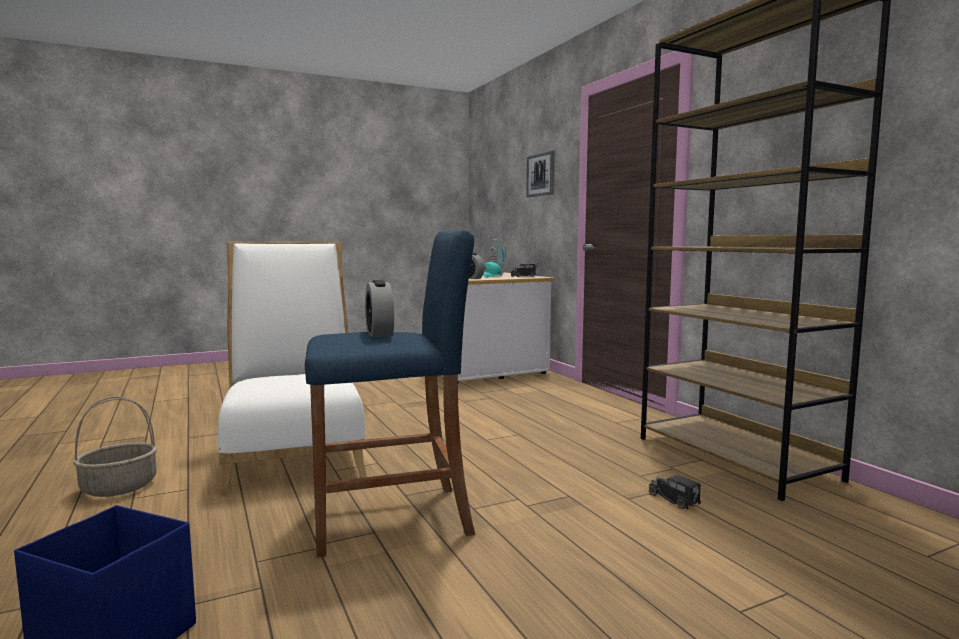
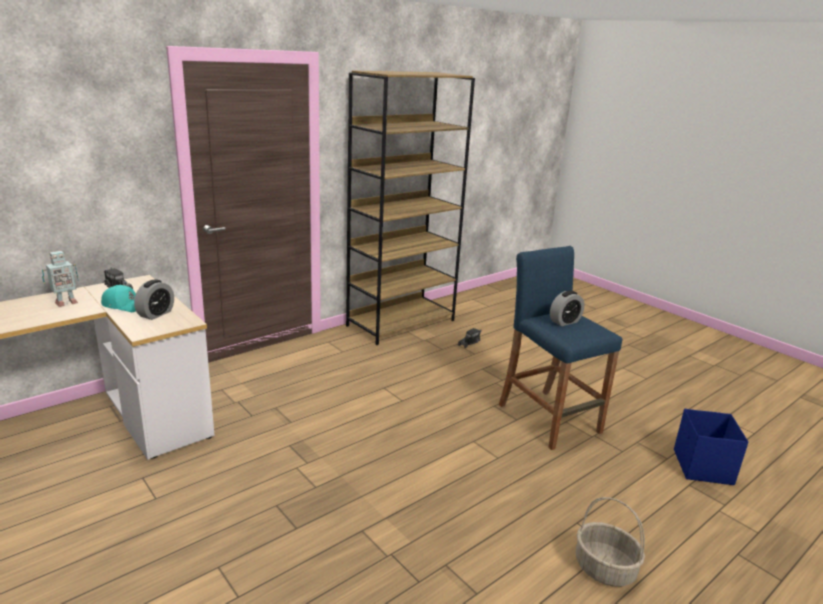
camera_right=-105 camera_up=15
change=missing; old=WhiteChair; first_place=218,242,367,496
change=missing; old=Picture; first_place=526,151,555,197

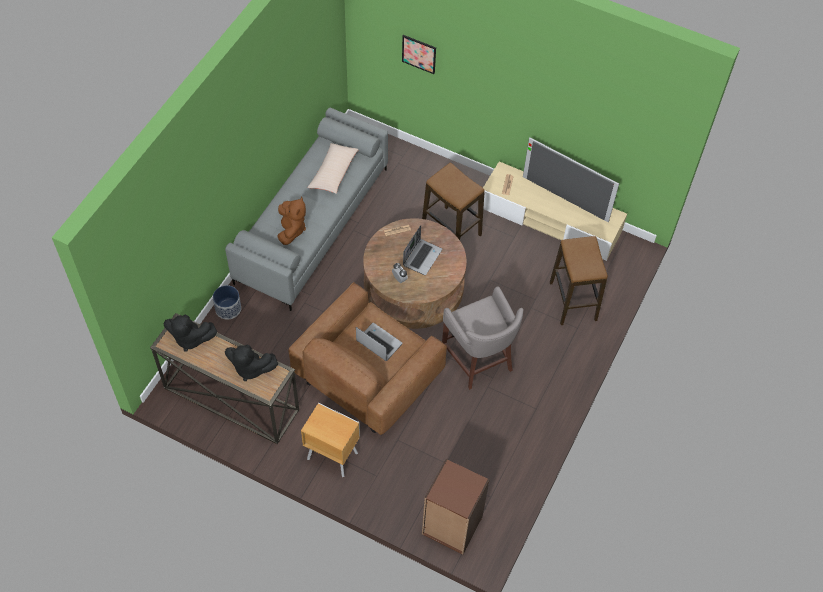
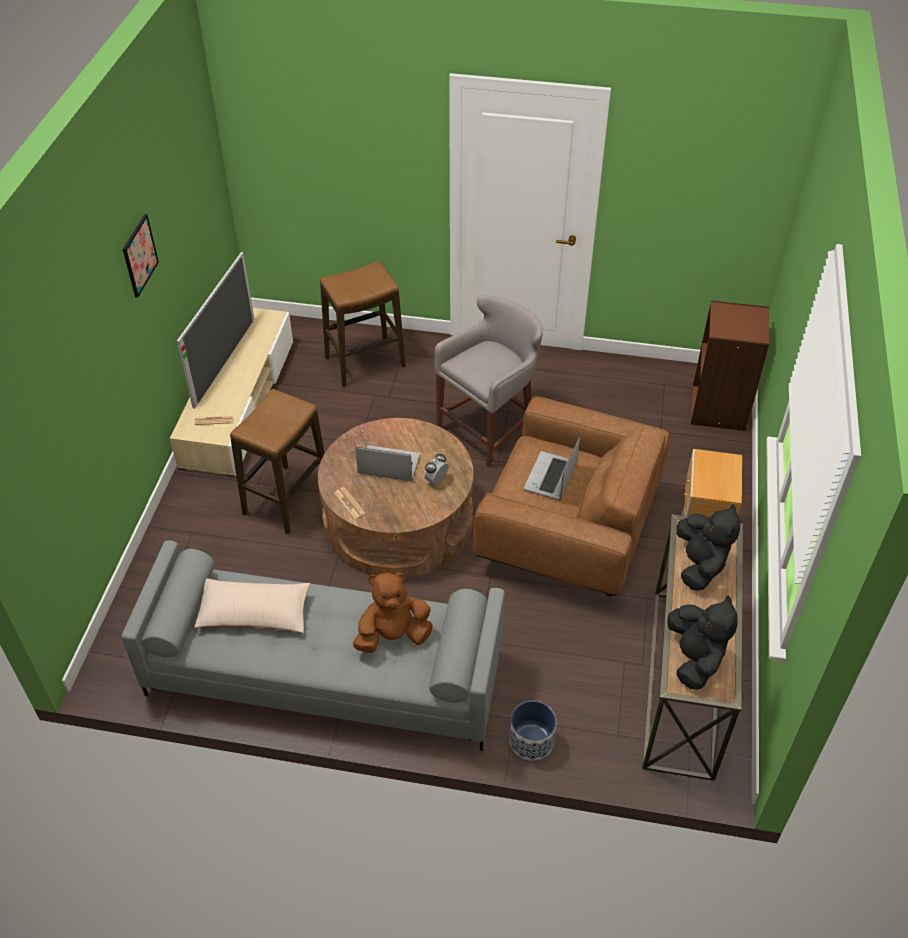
camera_right=-105 camera_up=-10
change=relocated; old=Picture; first_place=402,35,436,74; second_place=123,214,159,298

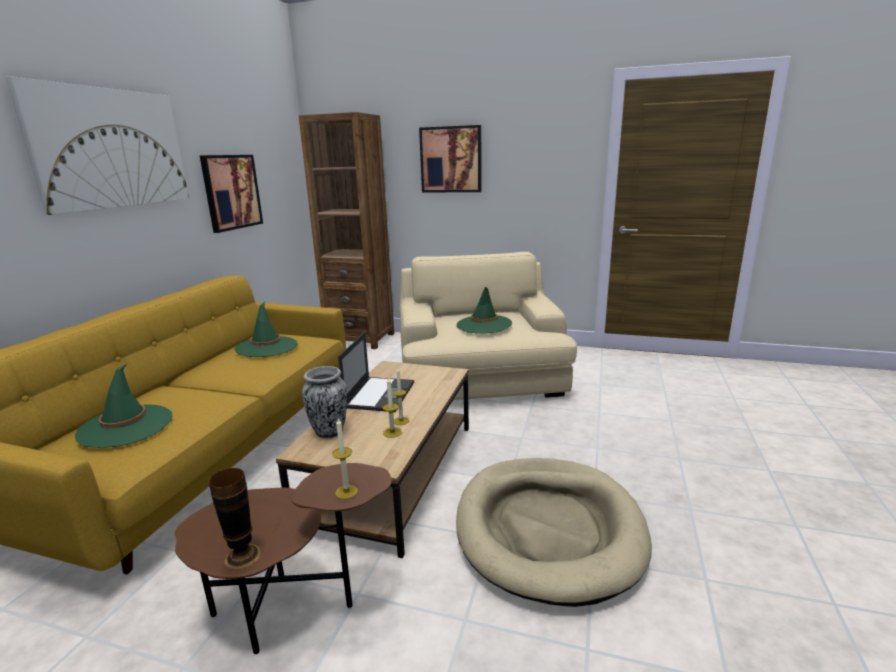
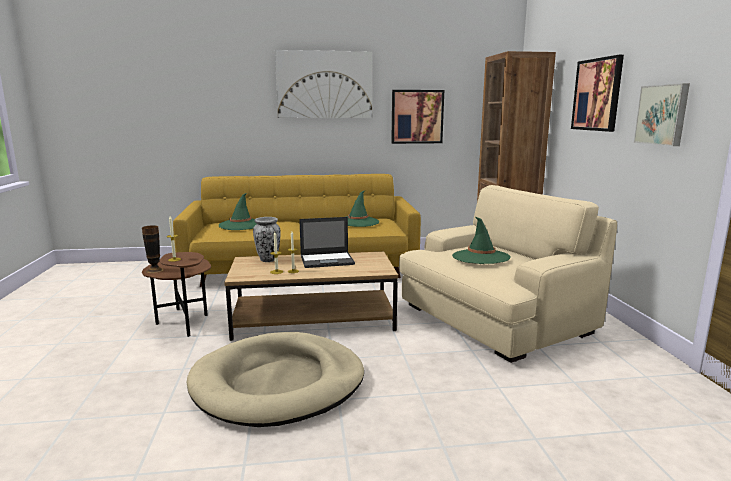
camera_right=65 camera_up=-5
change=appeared; new=Picture; second_place=634,83,690,146

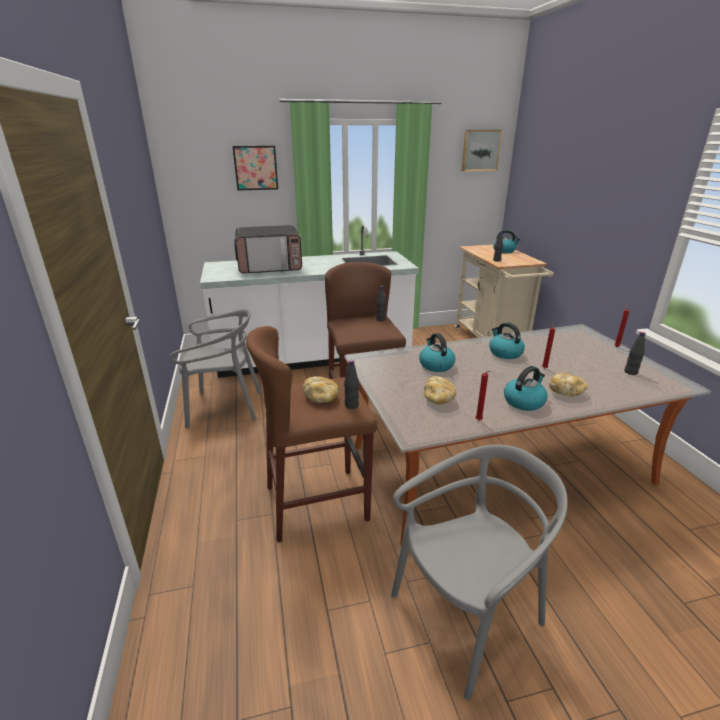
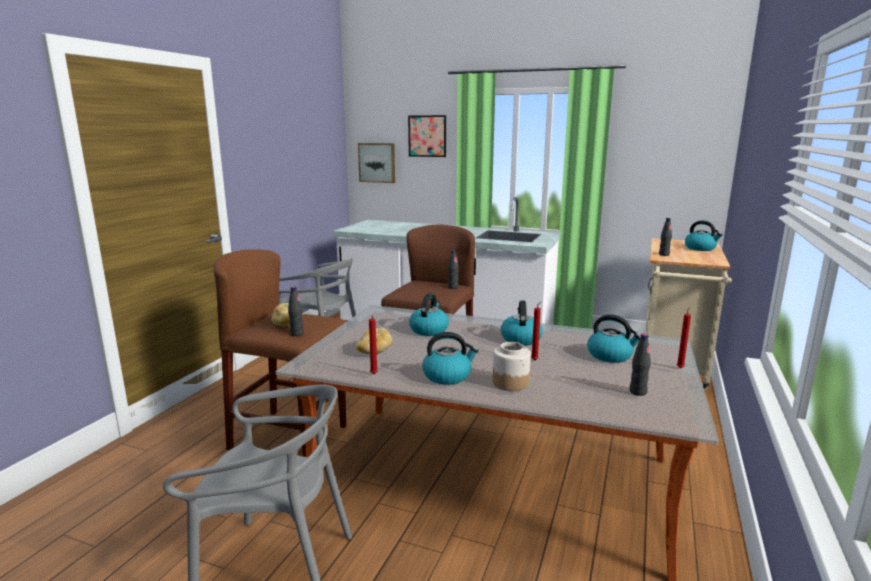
camera_right=35 camera_up=-10
change=relocated; old=Picture; first_place=462,130,502,171; second_place=358,143,395,183
change=exchanged; old=Bread; new=Jar; first_place=549,373,588,396; second_place=492,342,531,391
change=appeared; new=Kettle; second_place=587,314,641,363
change=missing; old=Microwave; first_place=234,225,302,274

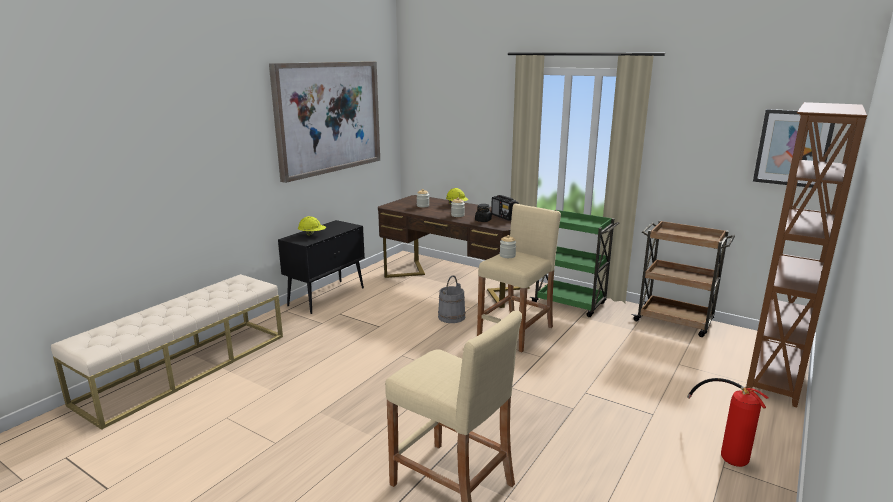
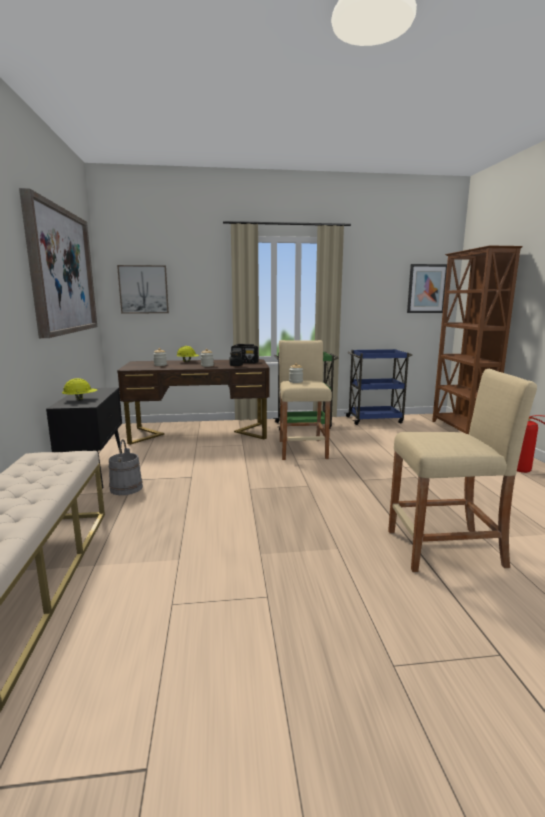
camera_right=-40 camera_up=-5
change=relocated; old=GreyBucket; first_place=438,275,466,323; second_place=109,439,143,495
change=appeared; new=Picture; second_place=117,265,169,313
change=colour; old=BrownCart; new=BlueCart; first_place=631,221,735,337; second_place=346,349,412,425

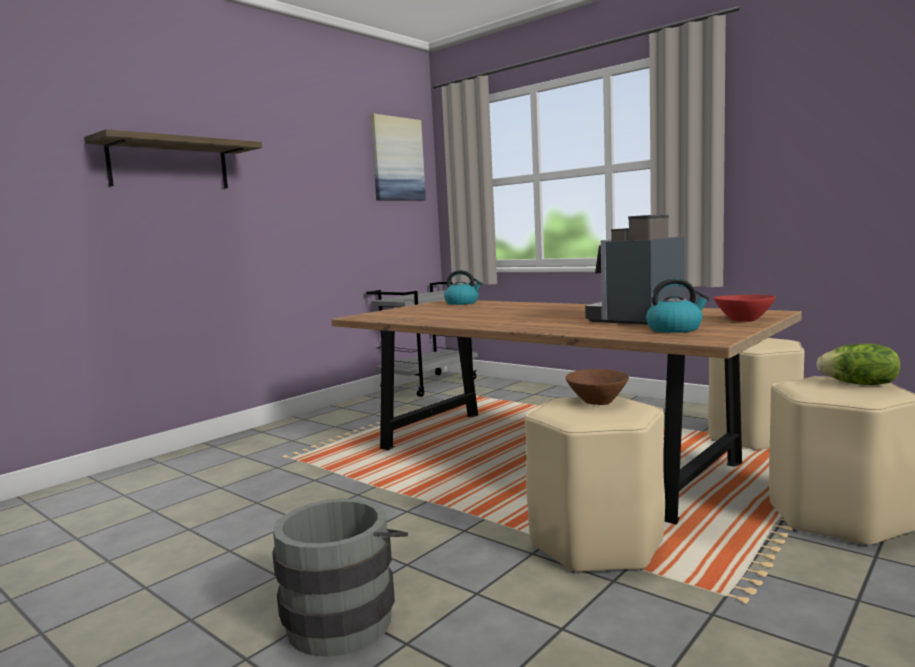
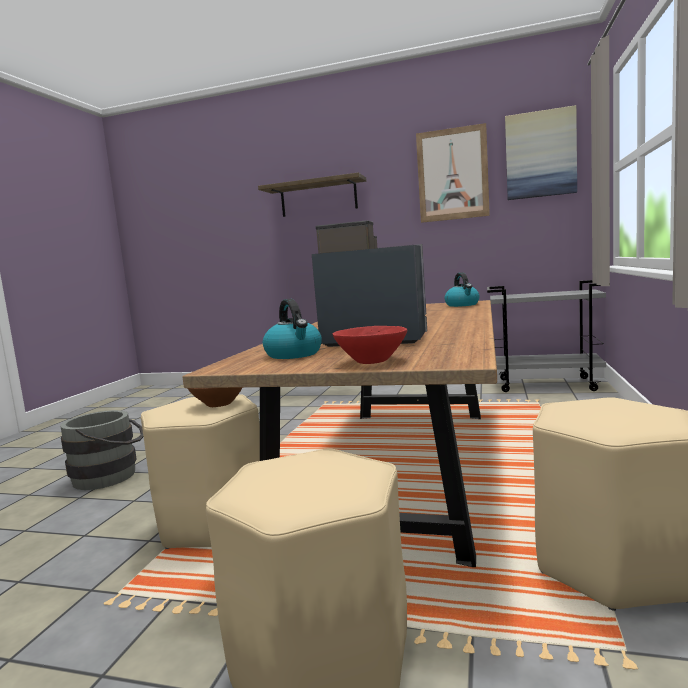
camera_right=65 camera_up=0
change=appeared; new=Picture; second_place=416,123,490,223
change=missing; old=Lettuce; first_place=816,344,900,385

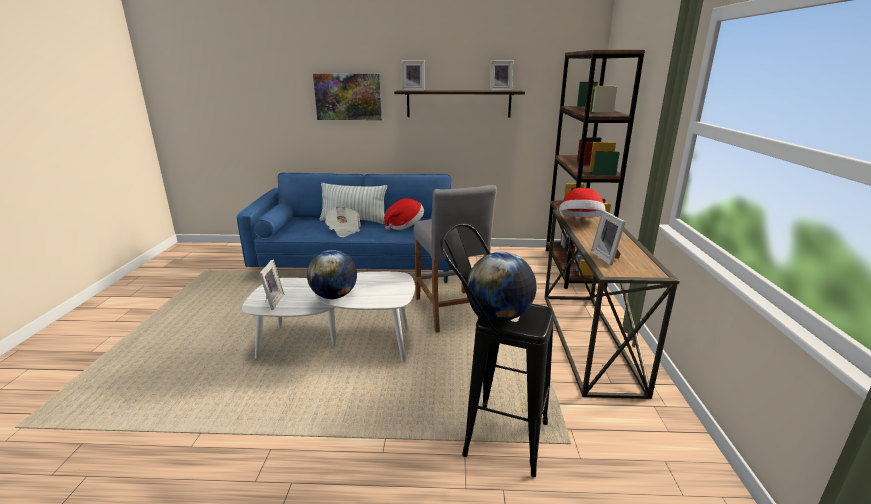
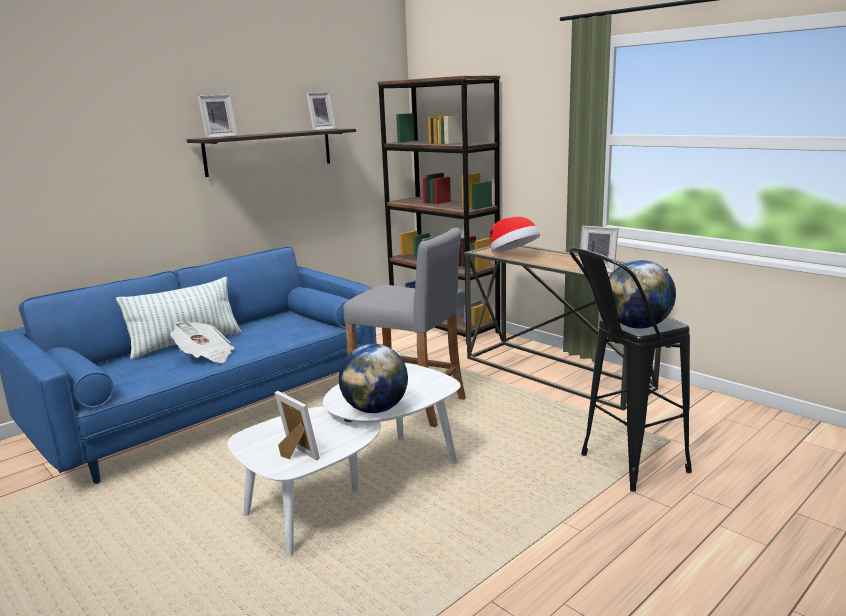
camera_right=-45 camera_up=-5
change=missing; old=Picture; first_place=313,74,382,120
change=missing; old=Hat; first_place=384,198,424,230

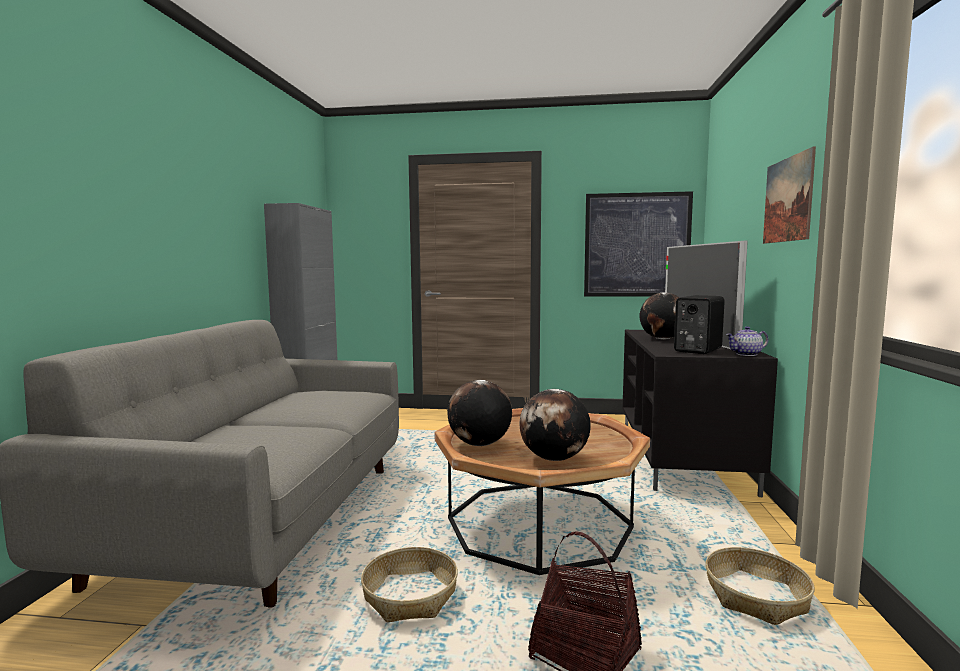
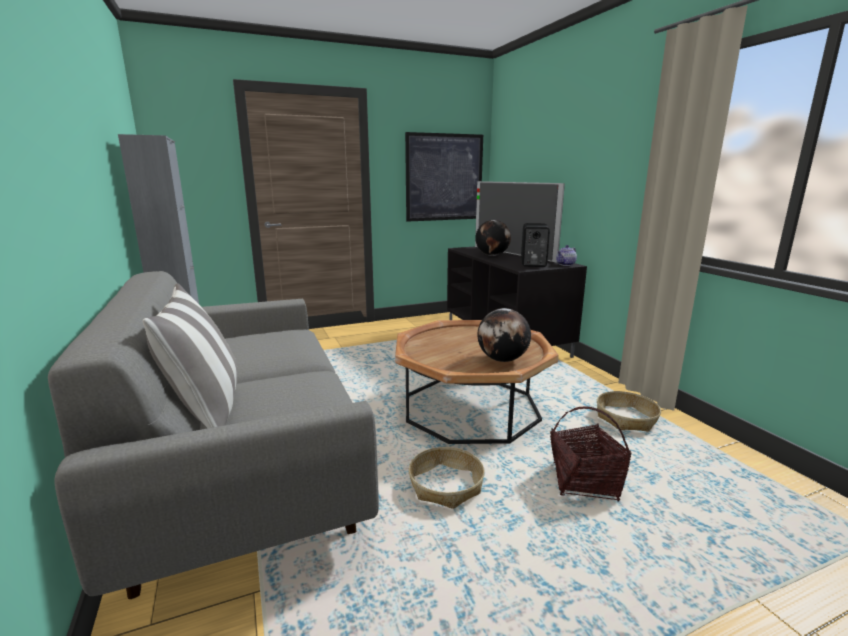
camera_right=-30 camera_up=10
change=appeared; new=Pillow; second_place=142,283,237,428
change=missing; old=Globe; first_place=447,380,512,446
change=missing; old=Picture; first_place=763,146,816,244

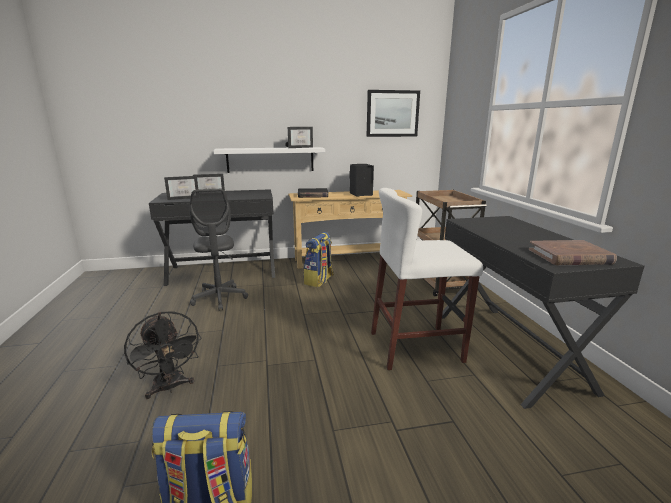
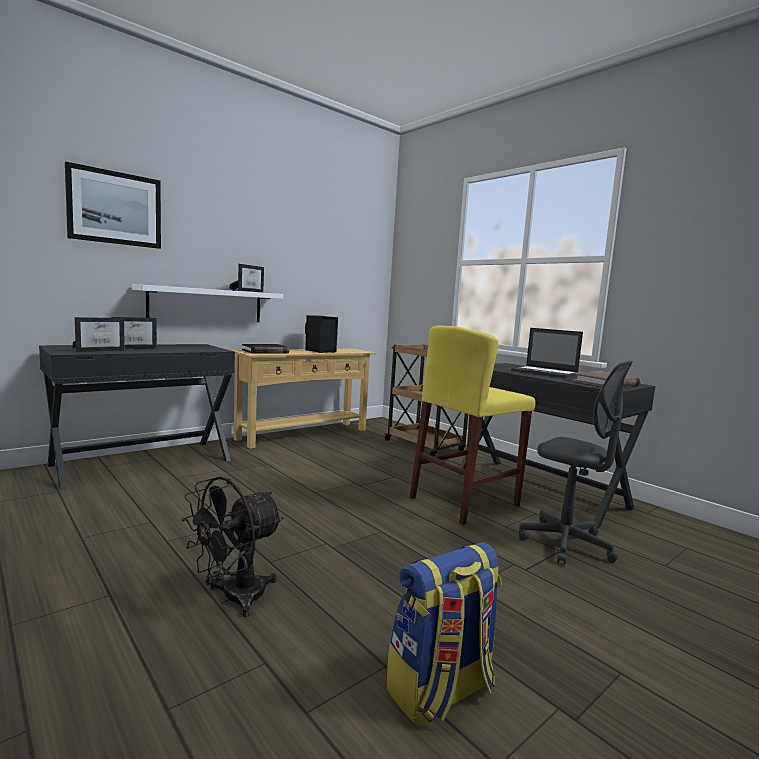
camera_right=-30 camera_up=-10
change=relocated; old=Picture; first_place=366,90,420,137; second_place=65,162,161,249
change=spun; old=BlackFan; first_place=124,311,201,399; second_place=181,476,283,617; degrees=105
change=colour; old=WhiteStool; new=YellowStool; first_place=371,188,483,370; second_place=410,325,535,525
change=appeared; new=Laptop; second_place=511,328,583,378
change=relocated; old=GreyOfficeChair; first_place=190,189,248,311; second_place=519,361,633,565
change=missing; old=Backpack; first_place=304,232,334,287

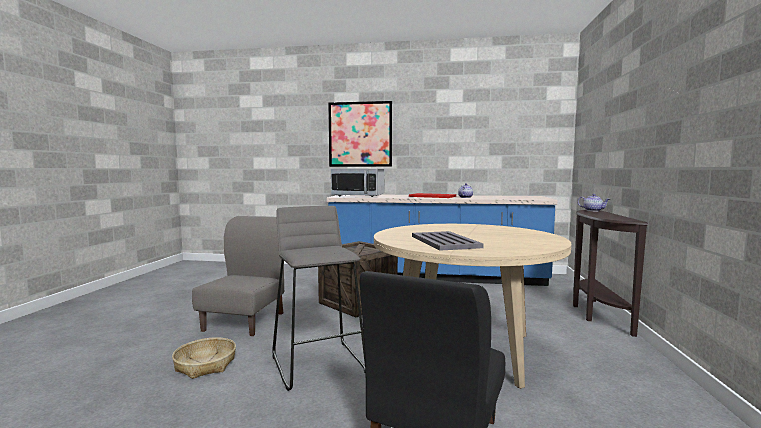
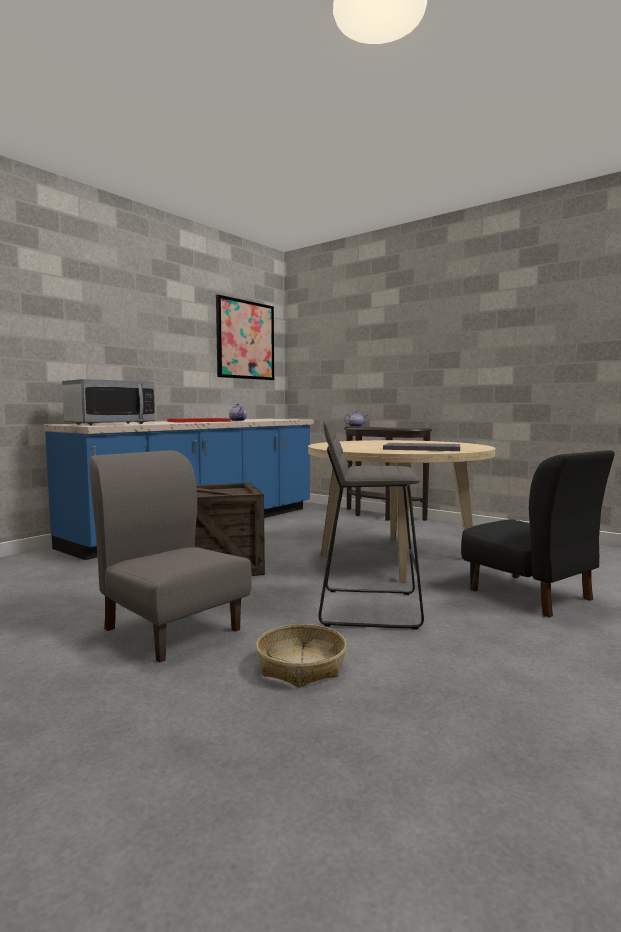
camera_right=-60 camera_up=0
change=relocated; old=Picture; first_place=328,101,392,167; second_place=216,295,274,380

